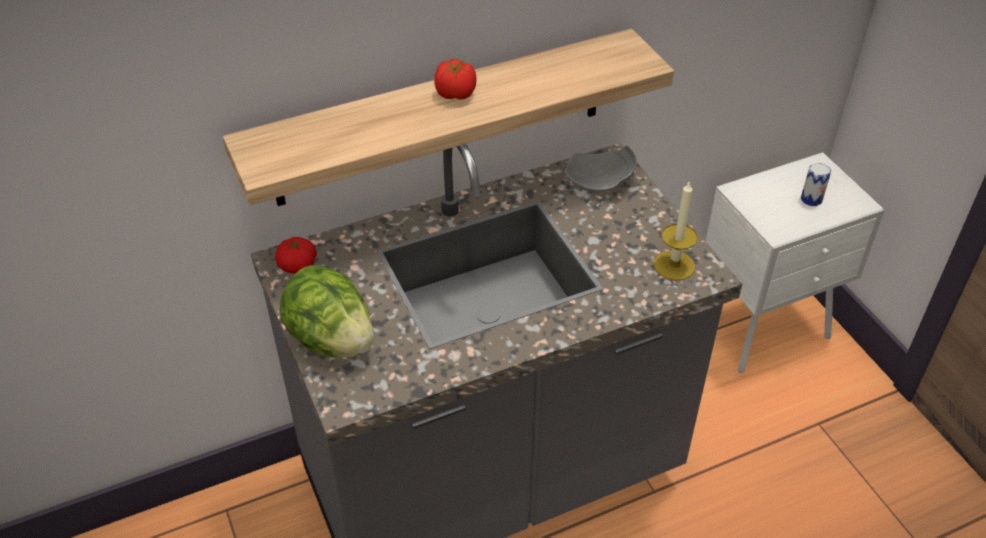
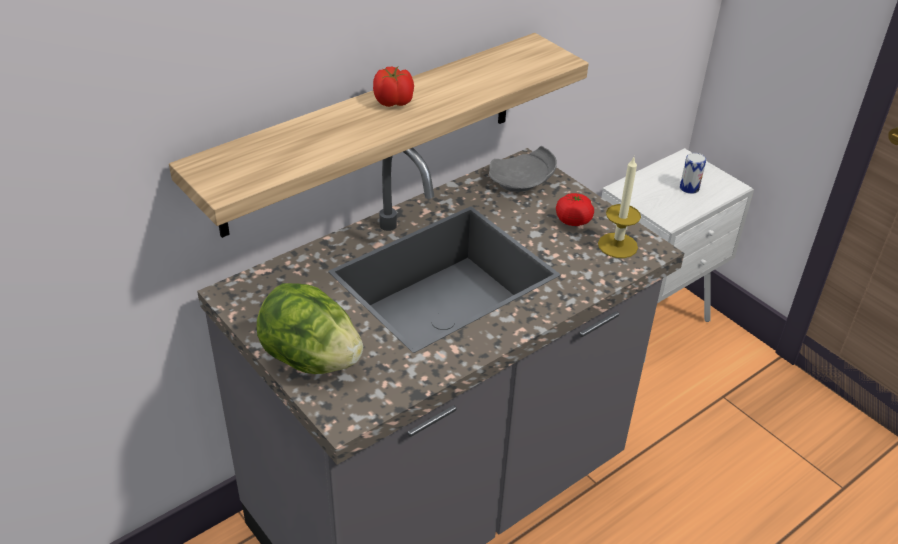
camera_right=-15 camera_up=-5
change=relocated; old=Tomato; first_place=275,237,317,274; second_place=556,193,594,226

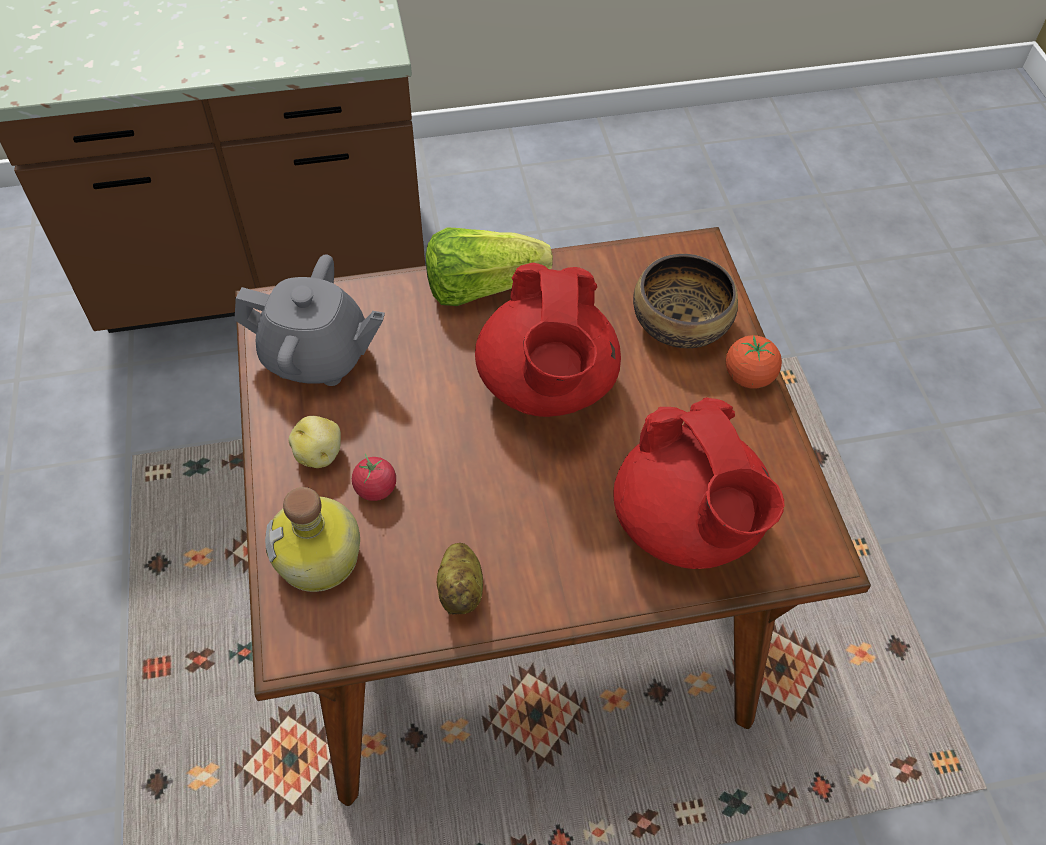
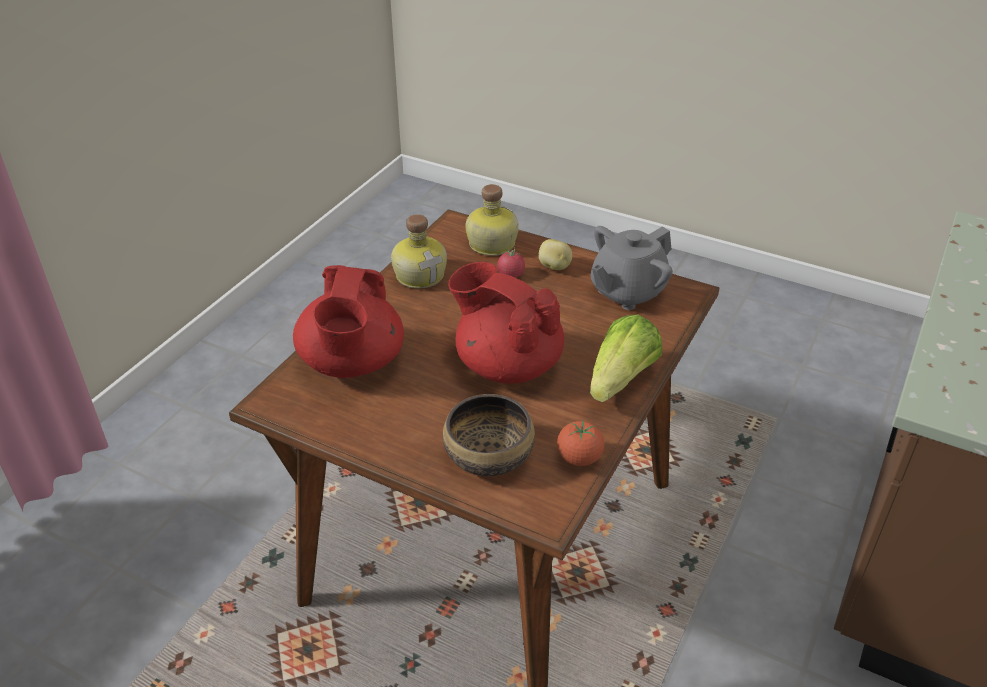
camera_right=130 camera_up=-15
change=spun; old=RedTeapot; first_place=614,398,784,569; second_place=293,265,404,378; degrees=-105
change=exchanged; old=Potato; new=Bottle; first_place=437,543,483,615; second_place=391,214,447,289
change=relocated; old=Tomato; first_place=726,335,782,389; second_place=557,420,604,466

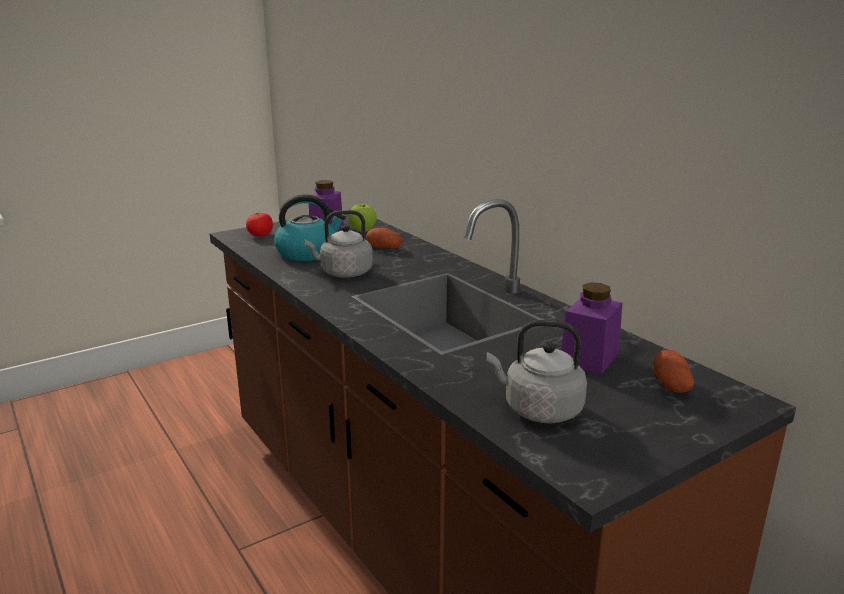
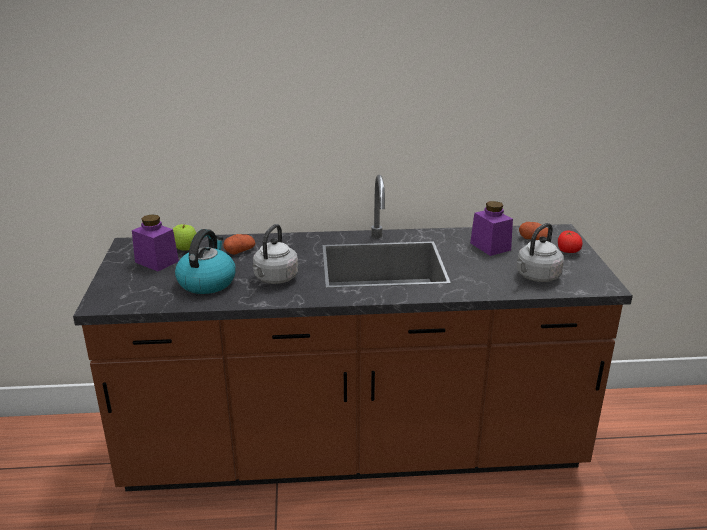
camera_right=-60 camera_up=5
change=relocated; old=Tomato; first_place=246,213,273,236; second_place=558,231,582,253

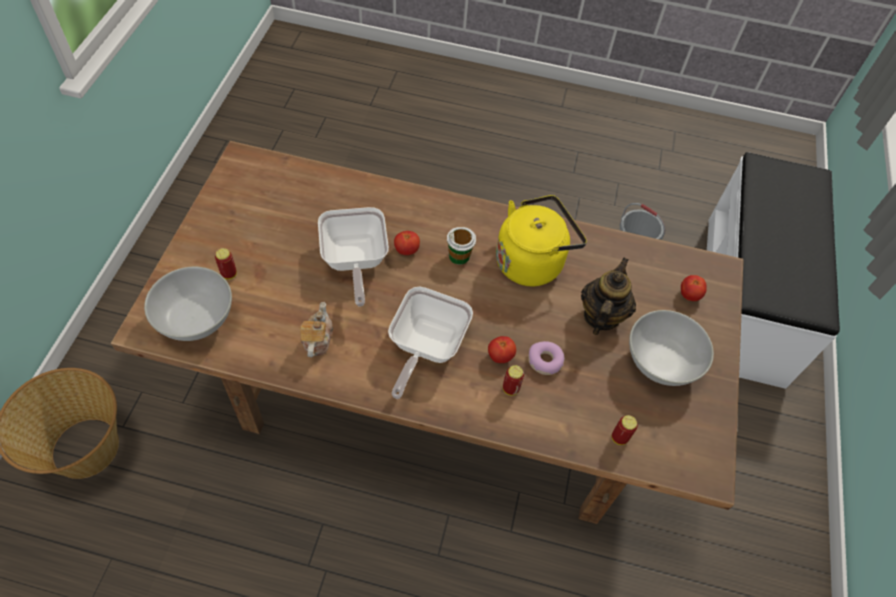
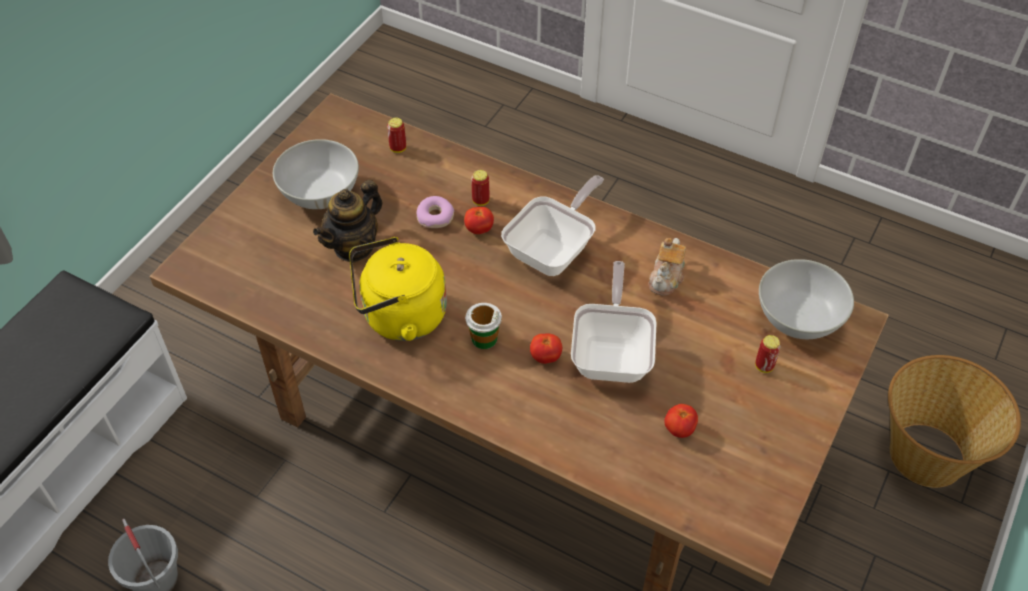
camera_right=-160 camera_up=-5
change=relocated; old=Tomato; first_place=681,275,707,301; second_place=664,404,698,438

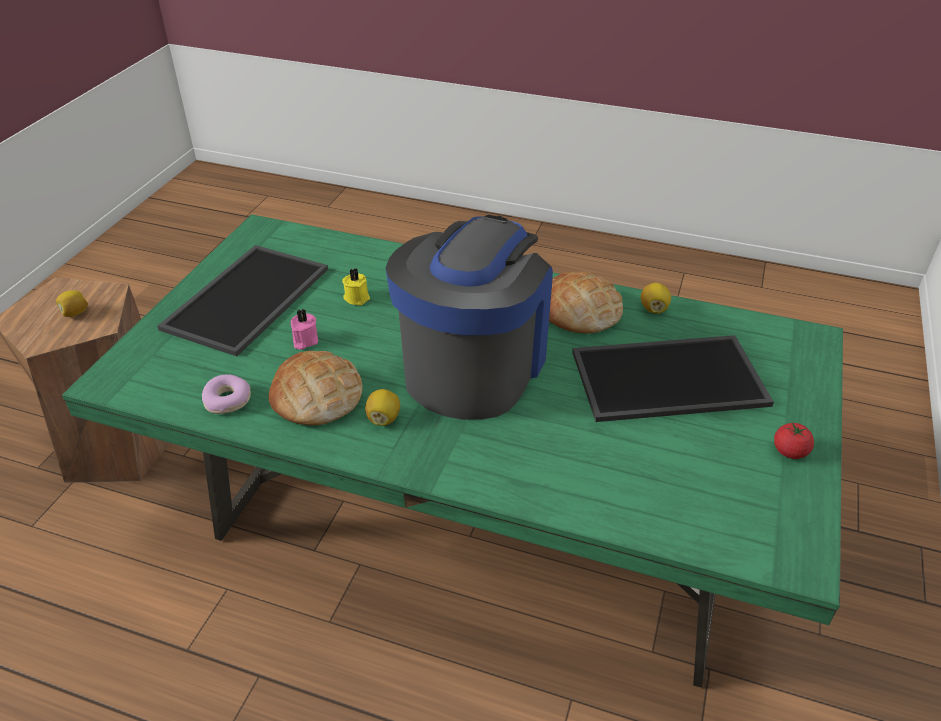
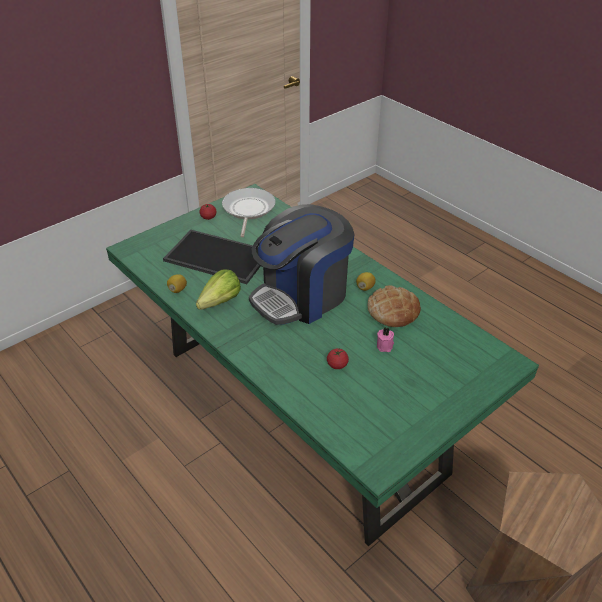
camera_right=-150 camera_up=0
change=exchanged; old=Bread; new=Lettuce; first_place=549,272,623,333; second_place=196,269,241,310
change=appeared; new=FryingPan; second_place=222,188,276,237
change=exchanged; old=YellowCandle; new=Tomato; first_place=342,268,370,305; second_place=327,348,349,369
change=missing; old=Lemon; first_place=56,290,88,317
change=missing; old=Tray; first_place=157,245,328,356
change=missing; old=Donut; first_place=202,374,251,414

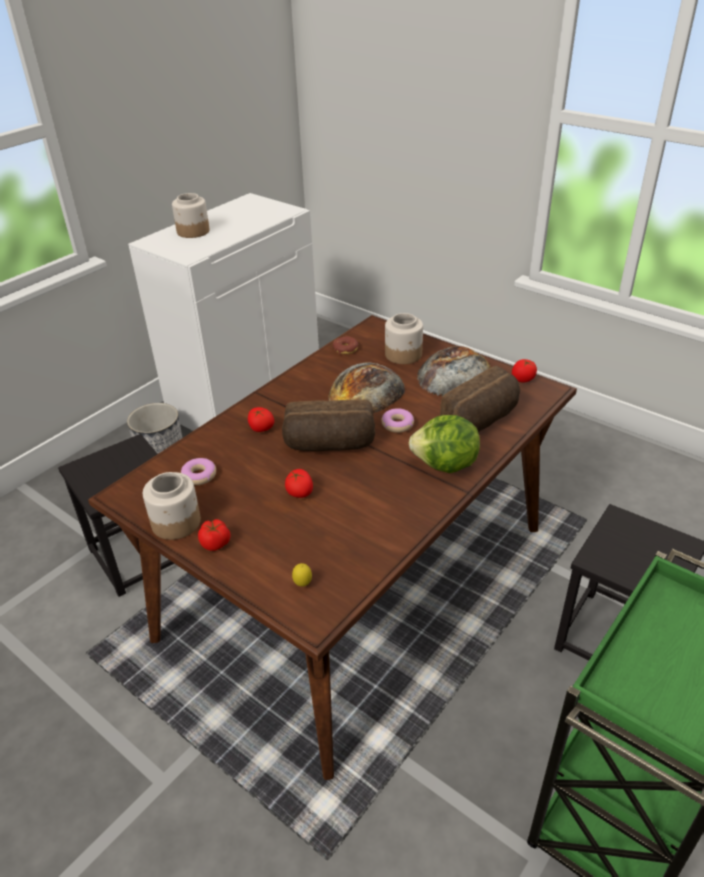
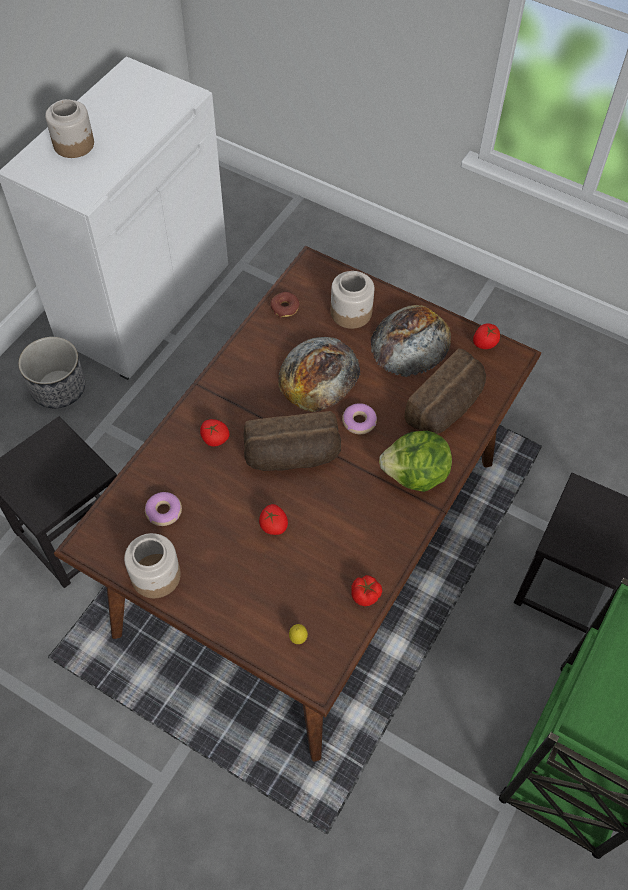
camera_right=-10 camera_up=20
change=relocated; old=Tomato; first_place=198,519,230,551; second_place=351,575,382,606

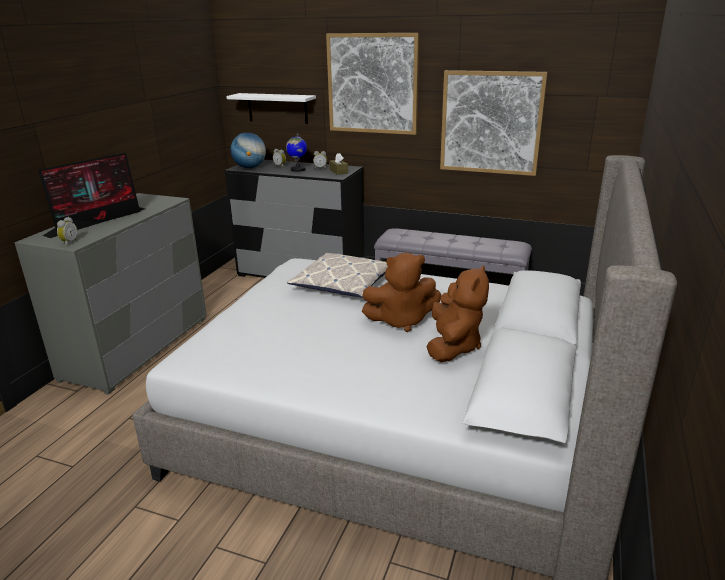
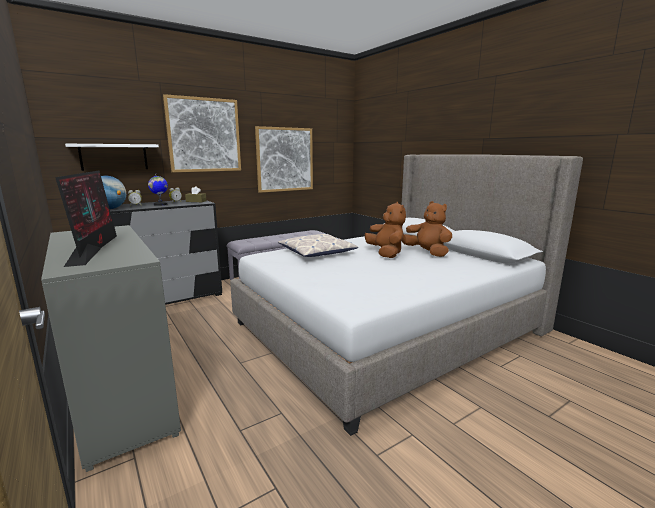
camera_right=-55 camera_up=-10
change=spun; old=BrownPlushToy; first_place=362,253,441,332; second_place=365,202,406,258; degrees=-45
change=missing; old=AlarmClock; first_place=57,217,77,246

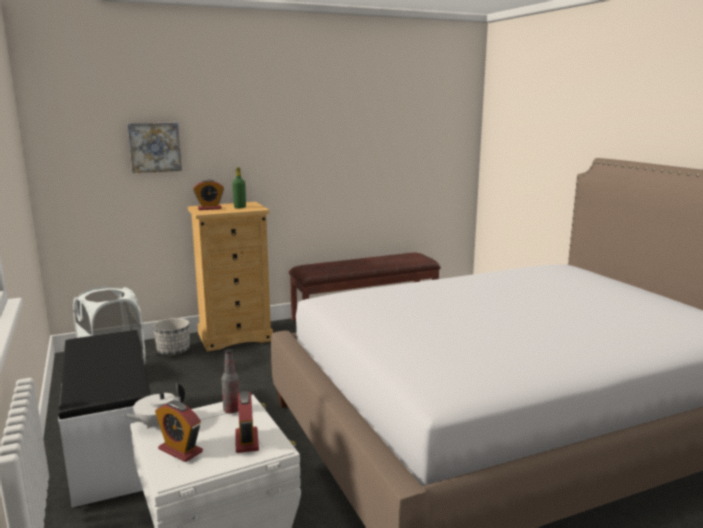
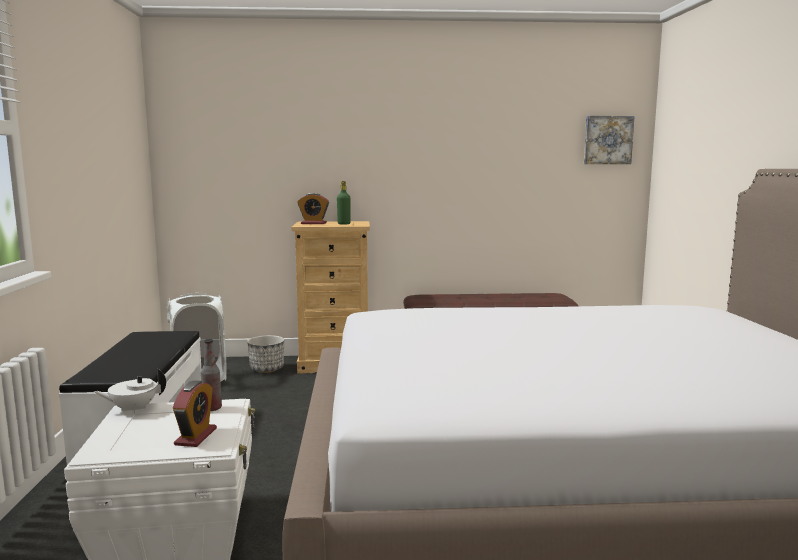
camera_right=20 camera_up=-5
change=relocated; old=Picture; first_place=127,123,182,173; second_place=584,116,634,164
change=missing; old=AlarmClock; first_place=155,400,203,462

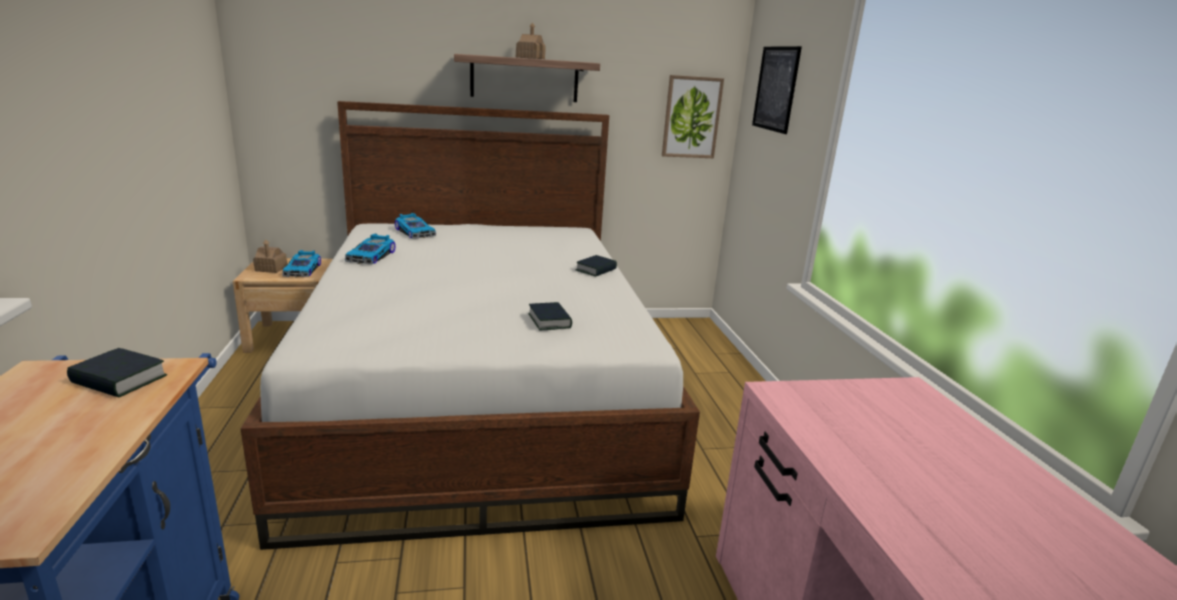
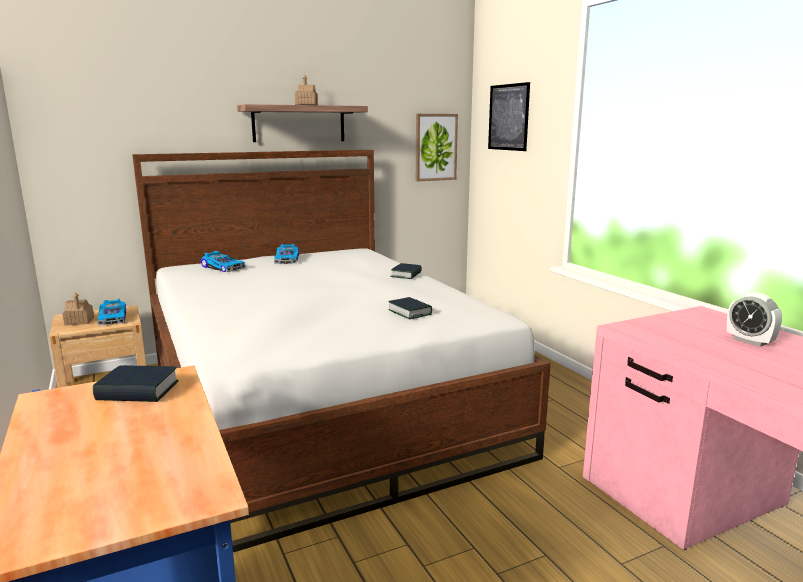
camera_right=-15 camera_up=-5
change=relocated; old=ToyCar; first_place=345,234,396,265; second_place=274,244,299,264
change=appeared; new=AlarmClock; second_place=727,292,782,347

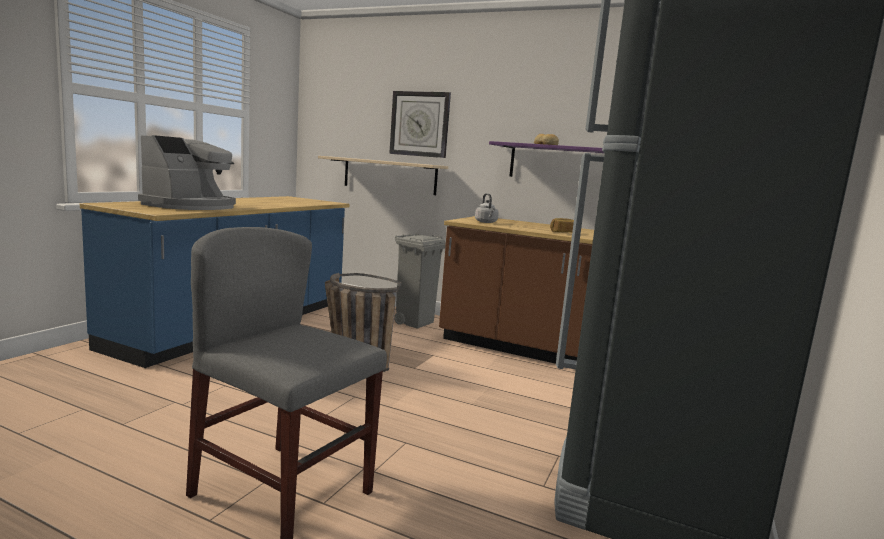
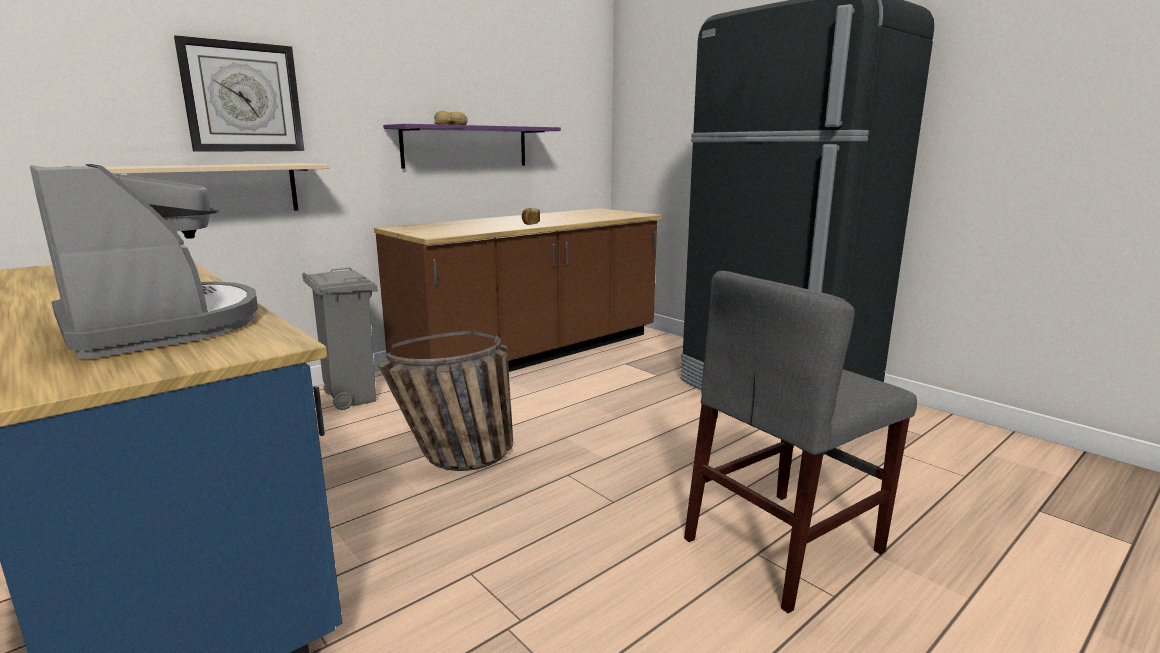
camera_right=-65 camera_up=5
change=missing; old=GreyKettle; first_place=475,193,498,223

